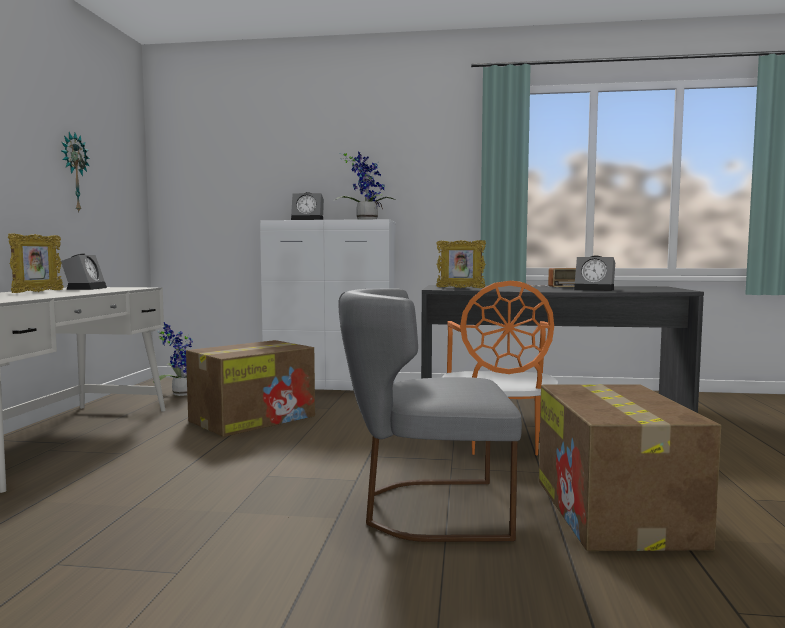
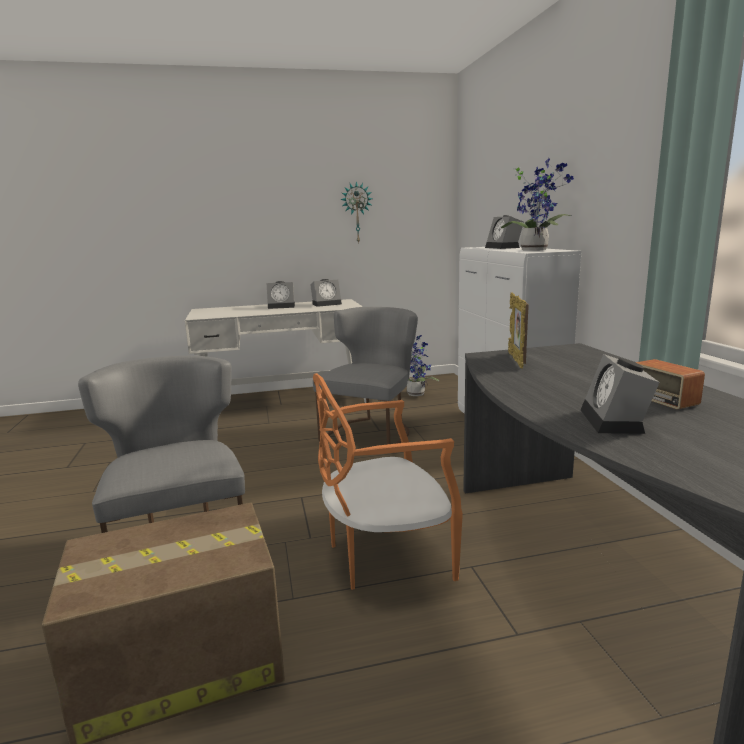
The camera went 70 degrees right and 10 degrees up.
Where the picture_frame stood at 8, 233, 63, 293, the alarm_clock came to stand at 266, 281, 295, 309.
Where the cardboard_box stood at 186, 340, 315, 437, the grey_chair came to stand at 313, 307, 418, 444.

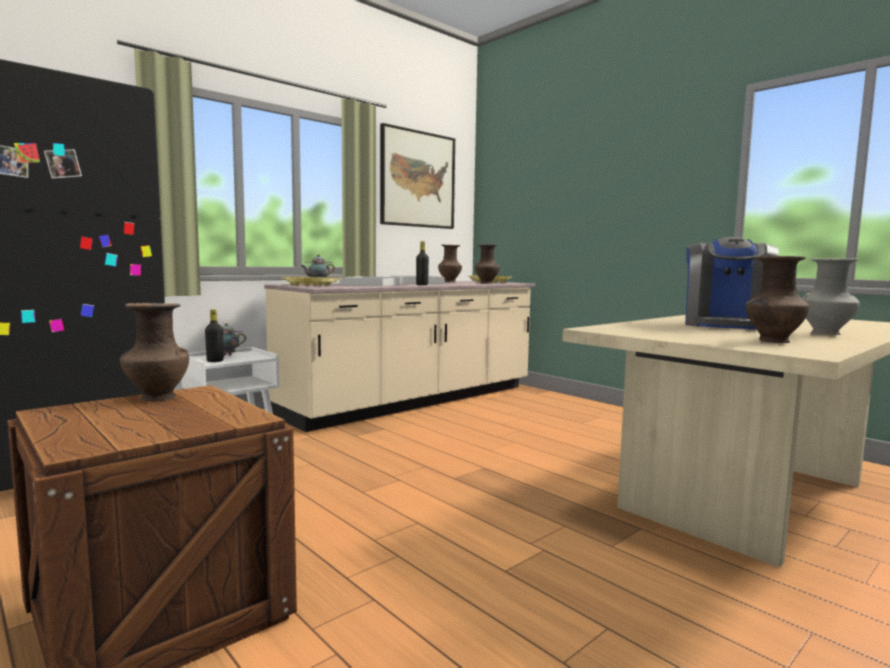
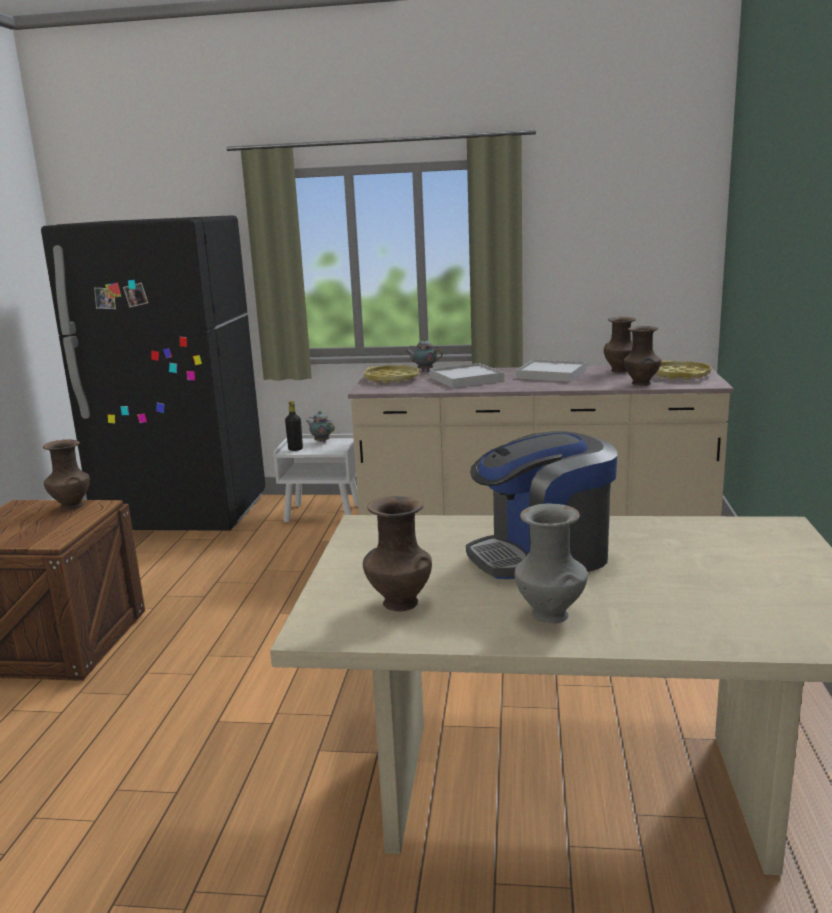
The camera went 50 degrees right and 10 degrees up.
The second view lost the picture at 380, 123, 455, 229.
The second view lost the black_bottle at 416, 241, 429, 285.

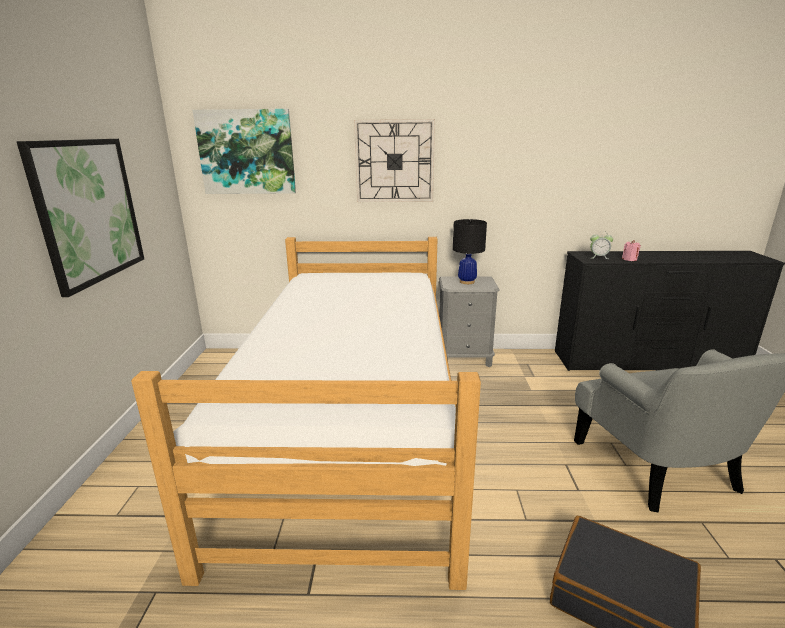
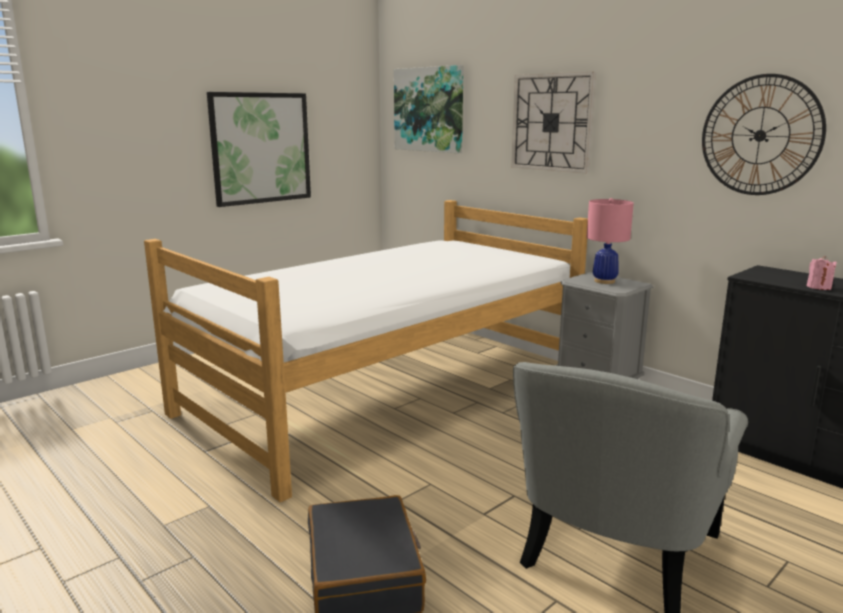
The camera went 45 degrees right and 5 degrees down.
What was the black_table_lamp at 453, 219, 487, 284 turned into the pink_table_lamp at 587, 198, 634, 284.
The second view lost the alarm_clock at 590, 232, 613, 259.
The second view gained the wall_clock at 702, 74, 826, 195.

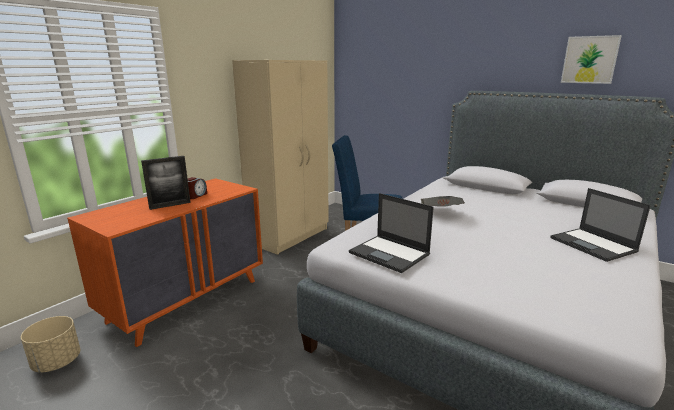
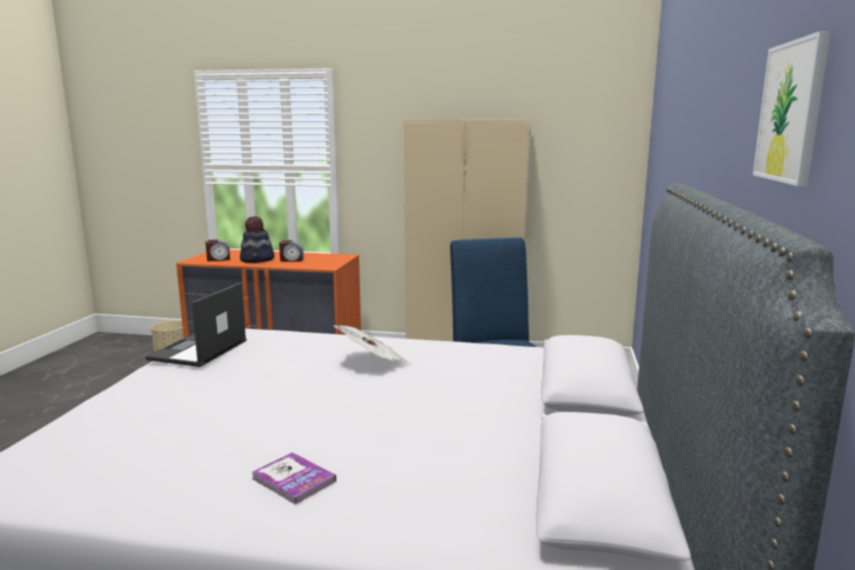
The camera went 65 degrees right and 5 degrees down.
Where the picture_frame stood at 141, 156, 191, 210, the hat came to stand at 240, 216, 274, 263.
Where the laptop stood at 550, 188, 651, 262, the book came to stand at 251, 452, 336, 504.
The second view gained the alarm_clock at 205, 240, 230, 261.

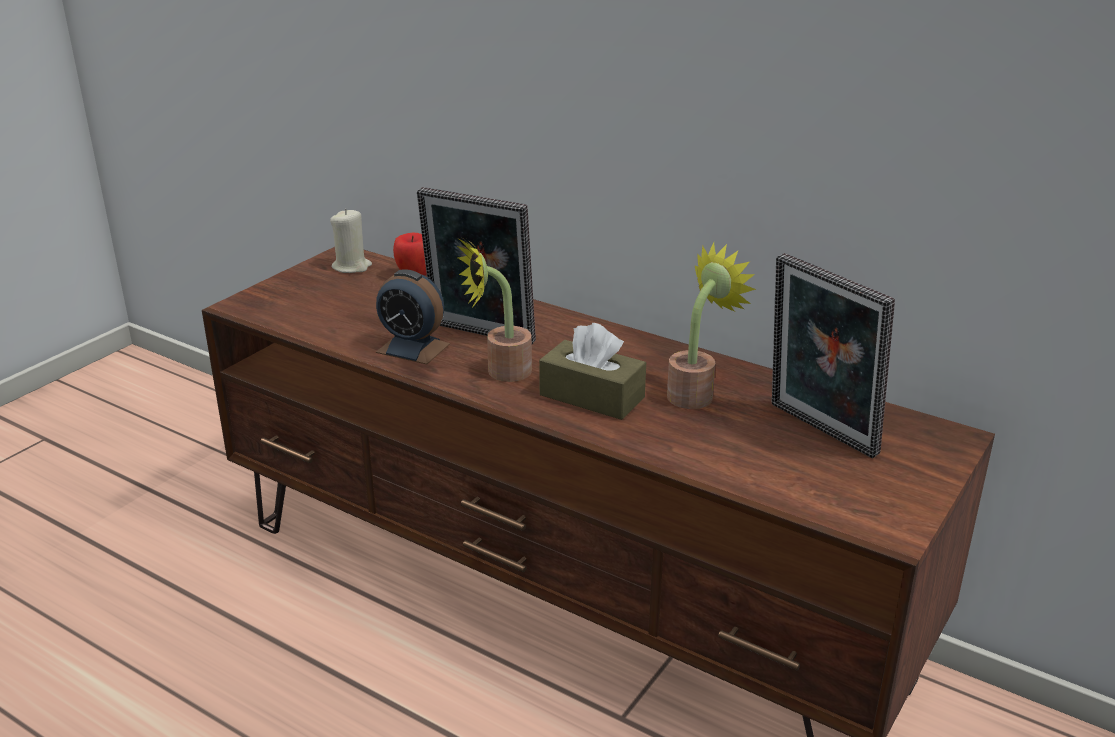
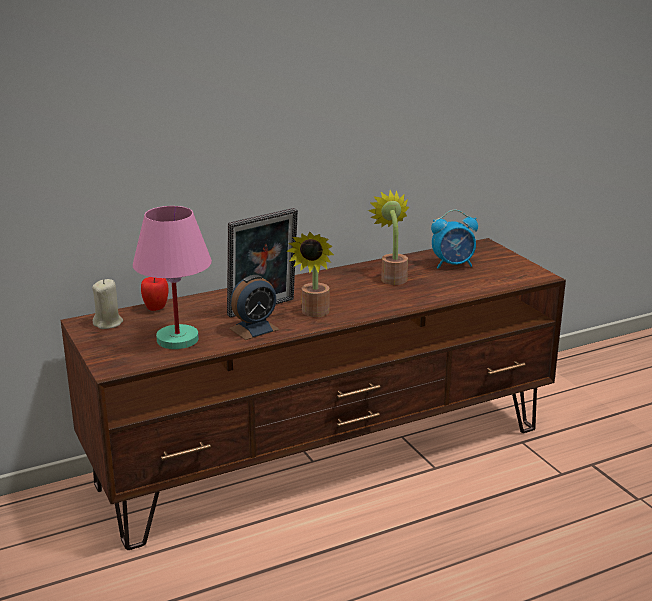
The camera went 60 degrees left and 5 degrees down.
Where the picture_frame stood at 772, 253, 895, 458, the alarm_clock came to stand at 431, 210, 478, 269.
The second view lost the brown_tissue_box at 539, 323, 646, 420.
The second view gained the pink_table_lamp at 133, 206, 212, 349.

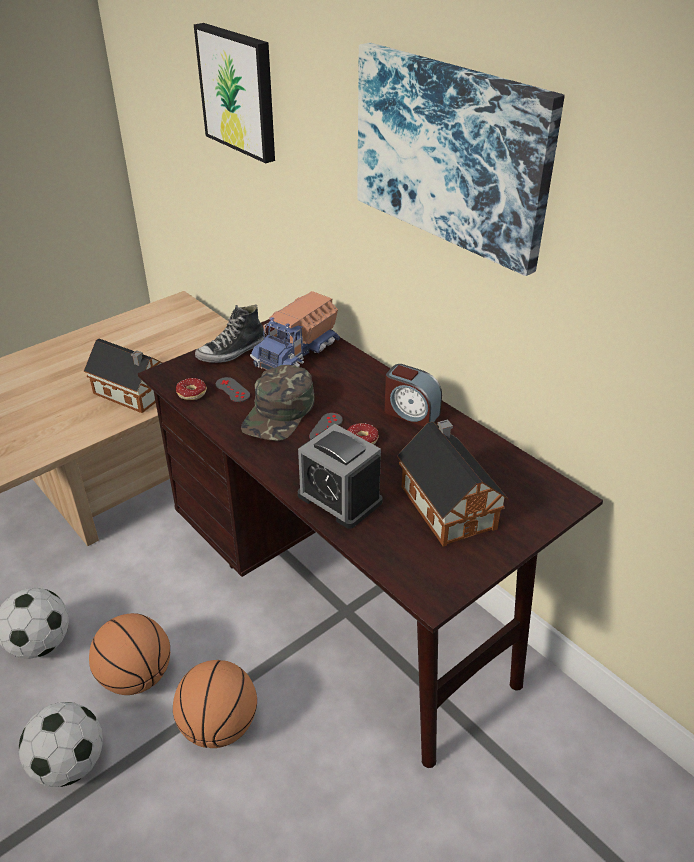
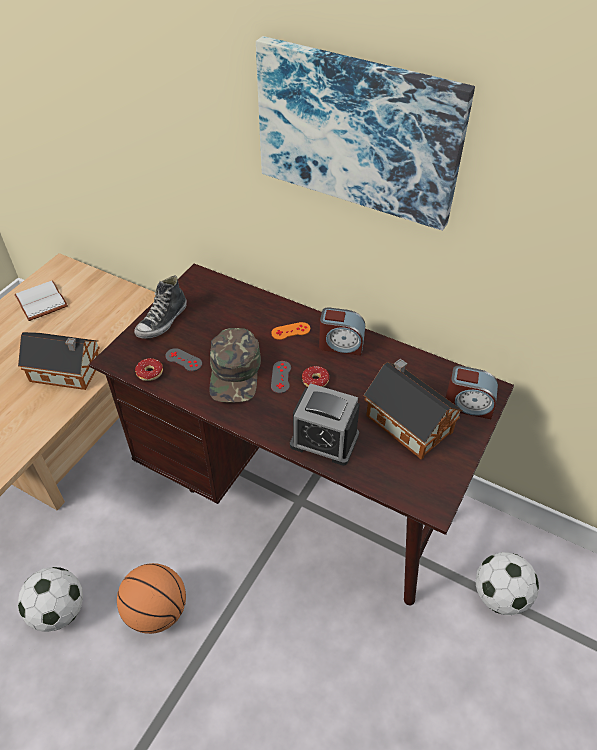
The camera went 20 degrees left and 10 degrees up.
The second view lost the picture at 194, 23, 275, 163.
The second view lost the toy_truck at 250, 291, 340, 370.
The second view lost the basketball at 173, 660, 257, 748.
The football ended up elsewhere, having gone from 19, 702, 103, 787 to 476, 552, 539, 615.
The second view gained the white_book at 14, 280, 68, 321.
The second view gained the orange_game_controller at 271, 322, 310, 340.
The second view gained the alarm_clock at 446, 366, 498, 419.

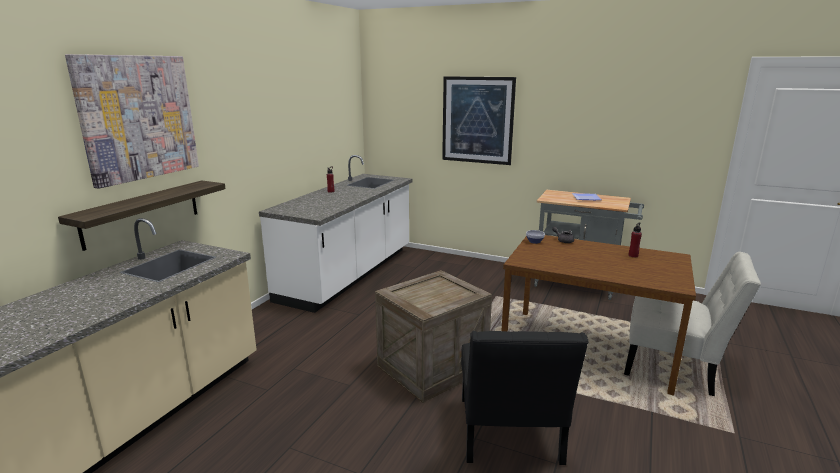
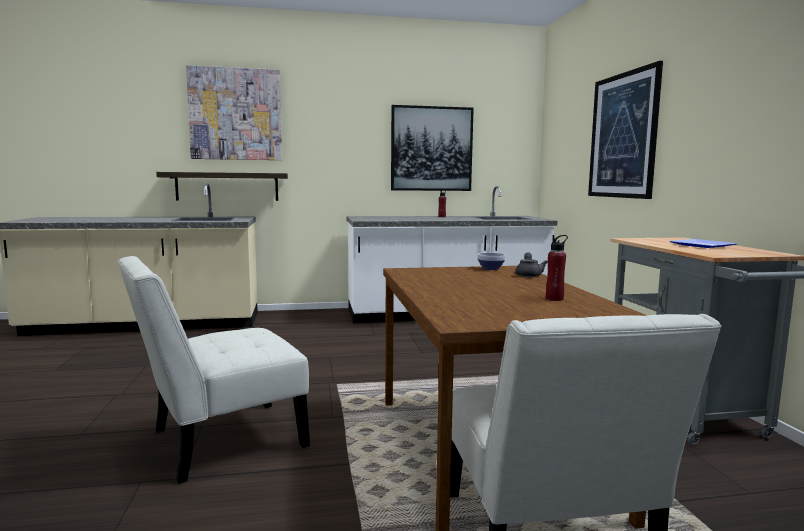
The camera went 55 degrees right and 10 degrees down.
The second view lost the crate at 375, 270, 492, 403.
What was the black_chair at 461, 331, 589, 465 turned into the white_chair at 118, 256, 310, 484.
The second view gained the picture at 391, 105, 474, 191.

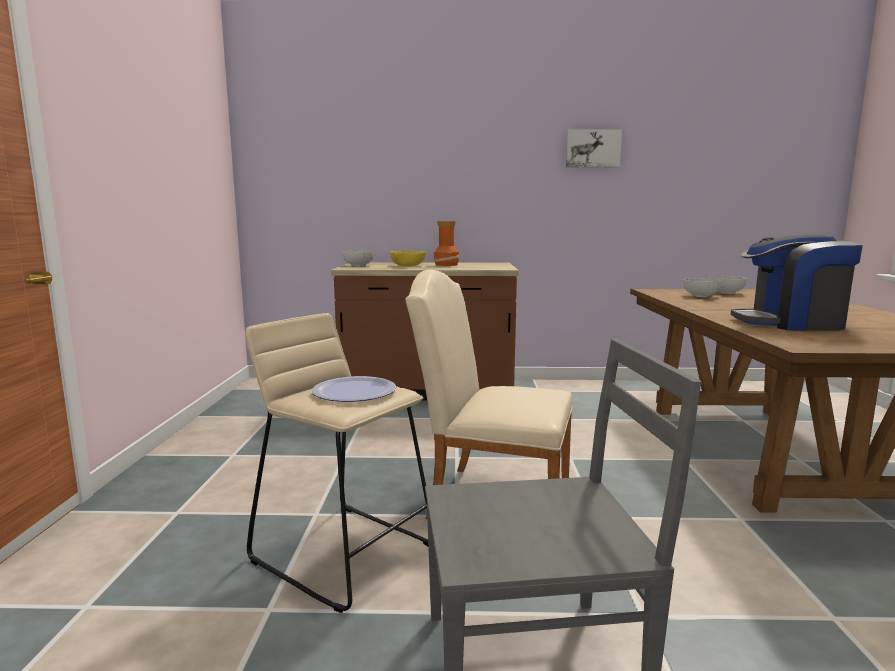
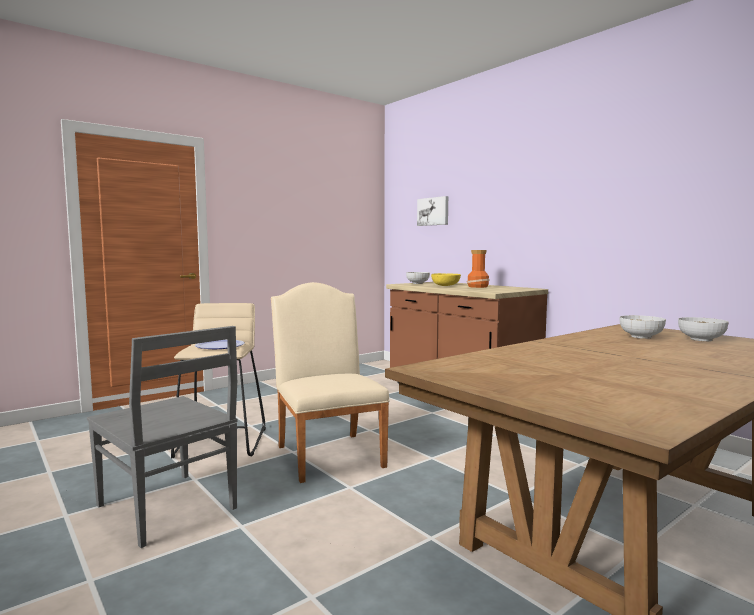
The camera went 50 degrees right and 5 degrees down.
The picture ended up elsewhere, having gone from 566, 129, 622, 168 to 417, 196, 448, 226.
The second view lost the coffee_machine at 731, 234, 863, 331.

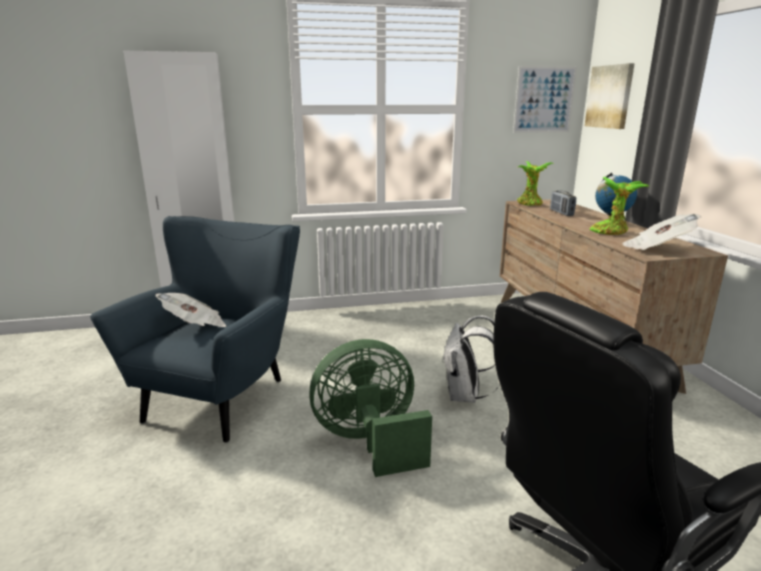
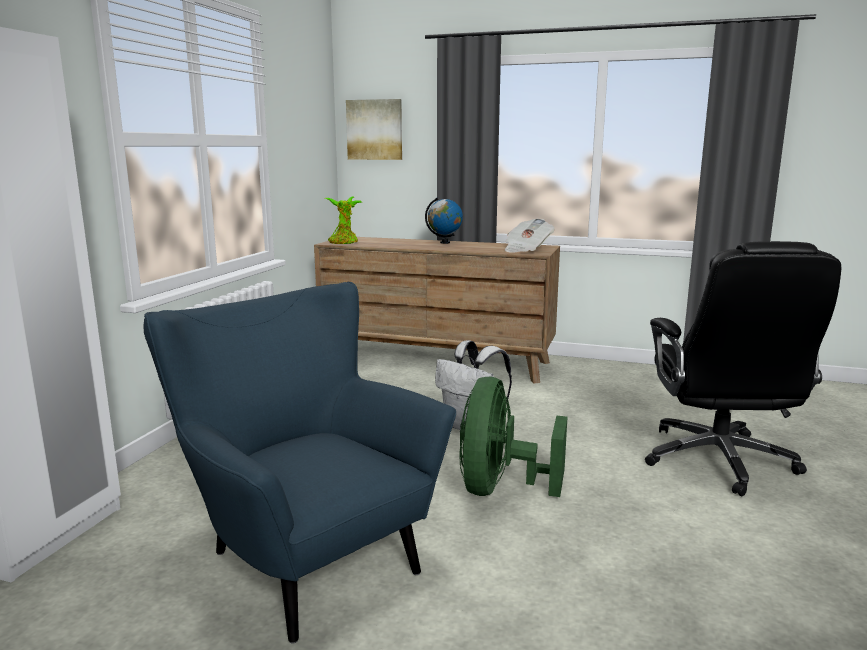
The camera went 60 degrees left and 5 degrees down.
The second view lost the picture at 513, 66, 577, 133.
The second view lost the potted_plant at 590, 177, 649, 235.
The second view lost the radio at 550, 190, 576, 216.
The second view lost the newspaper at 155, 293, 226, 327.

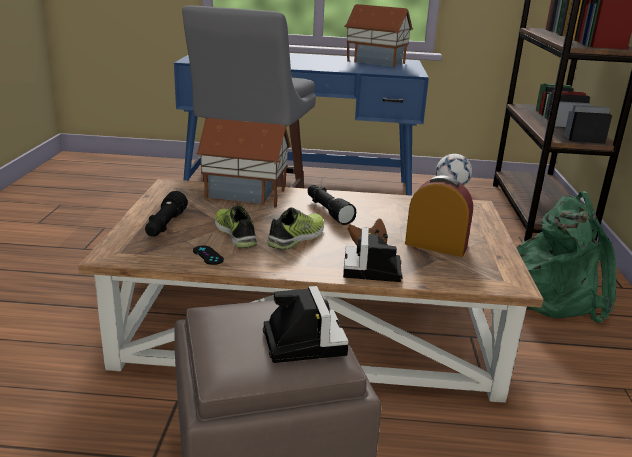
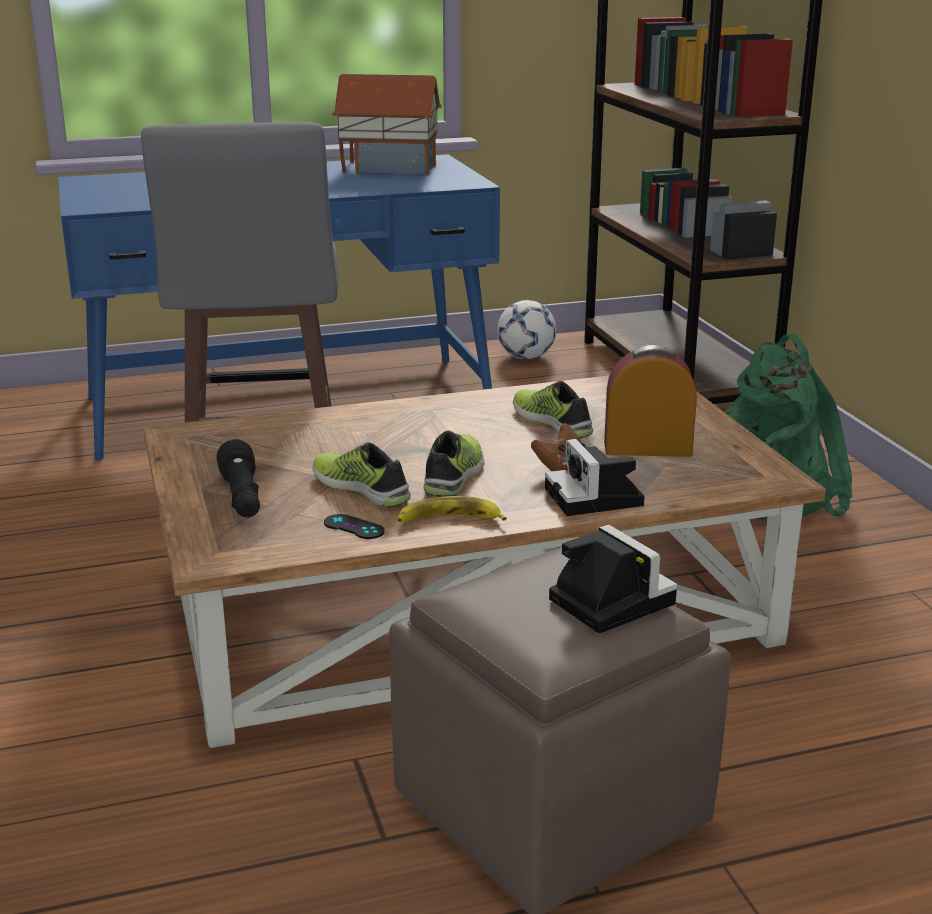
The camera went 20 degrees left and 0 degrees up.
The second view lost the toy_house at 196, 118, 292, 207.
The second view lost the black_flashlight at 308, 185, 356, 225.
The second view gained the shoe at 513, 381, 593, 438.
The second view gained the banana at 397, 496, 507, 522.

